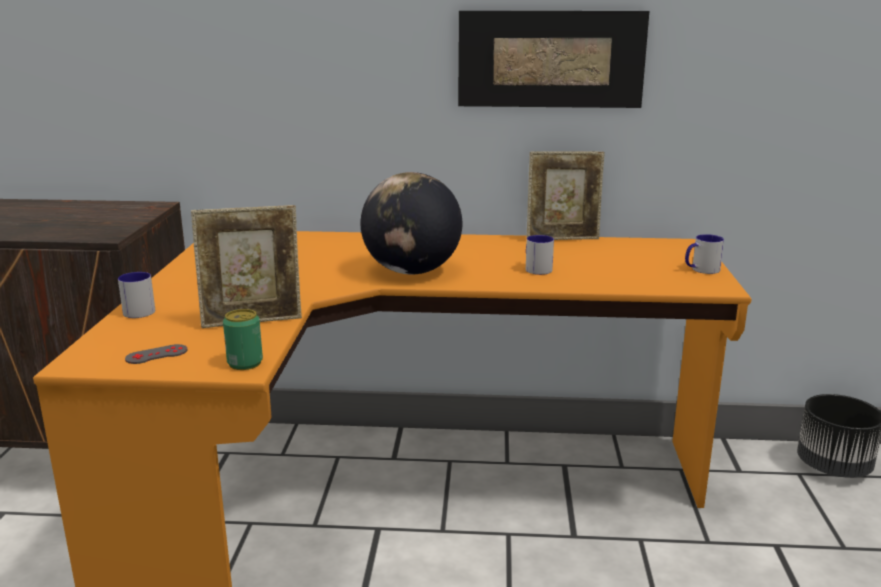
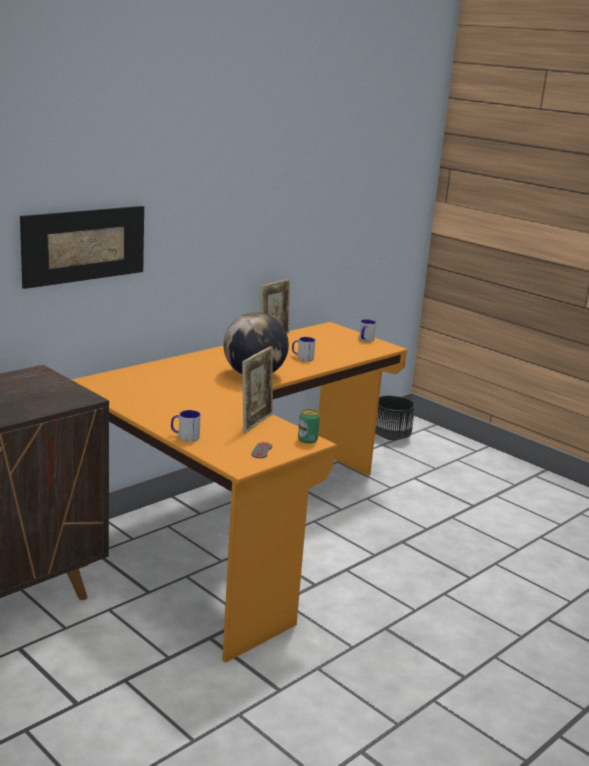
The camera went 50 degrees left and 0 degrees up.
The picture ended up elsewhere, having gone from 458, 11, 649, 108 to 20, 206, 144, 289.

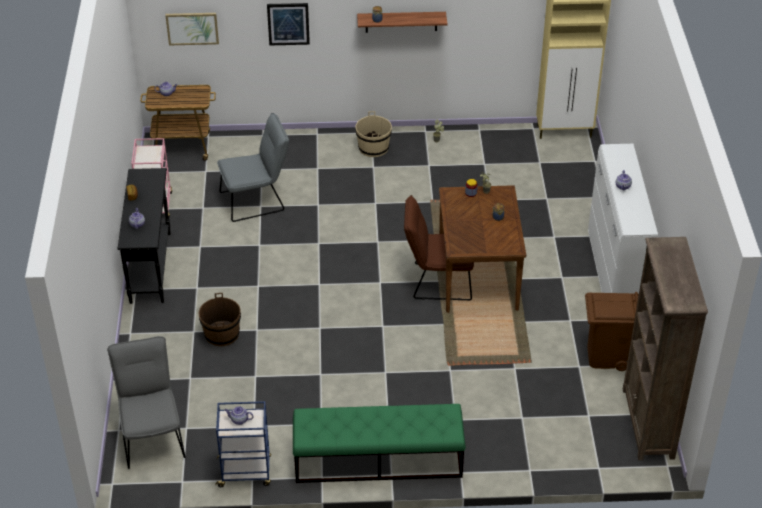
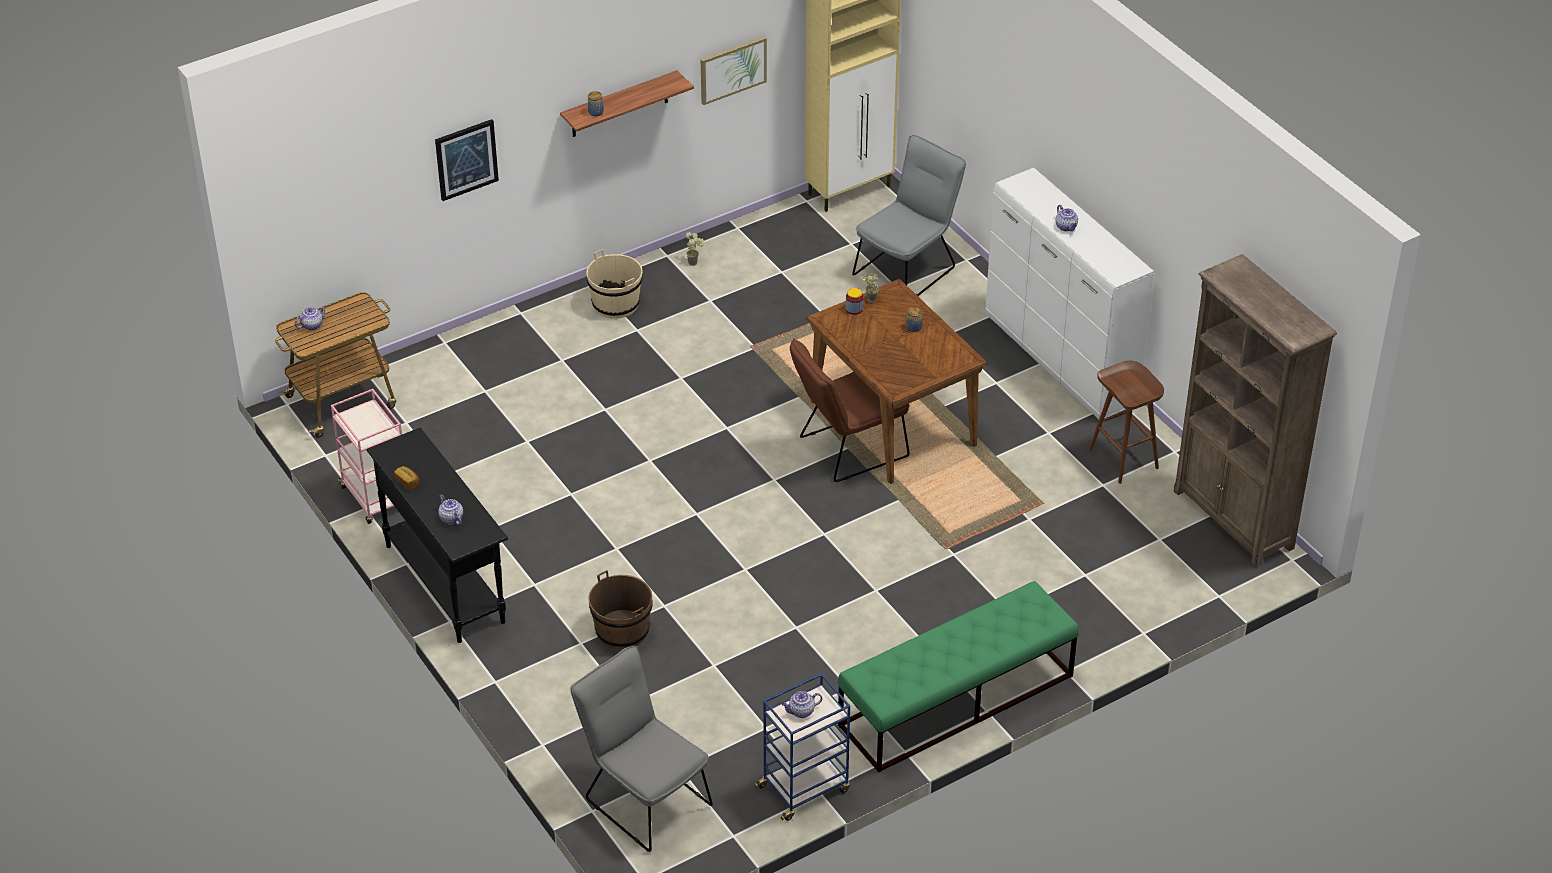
The camera went 30 degrees left and 0 degrees up.
The picture ended up elsewhere, having gone from 165, 13, 219, 45 to 701, 36, 767, 105.
The grey_chair ended up elsewhere, having gone from 217, 113, 289, 222 to 852, 135, 966, 296.
Where the brown_trash_can stood at 585, 292, 639, 371, the brown_stool came to stand at 1089, 361, 1164, 484.

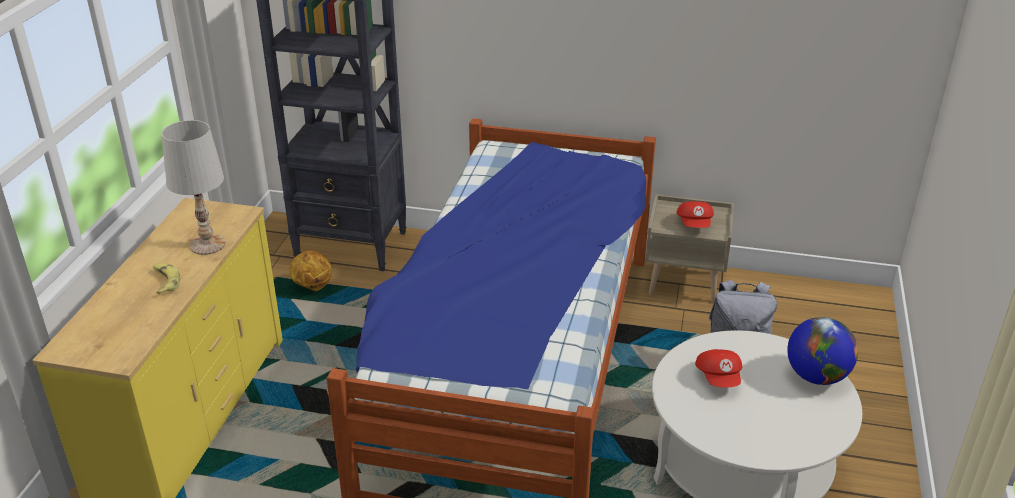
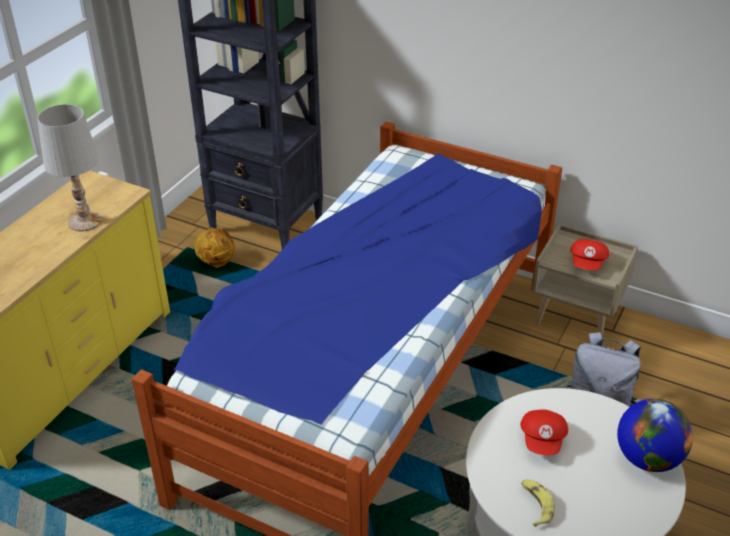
The camera went 15 degrees right and 5 degrees up.
The banana ended up elsewhere, having gone from 153, 263, 180, 294 to 521, 480, 555, 527.

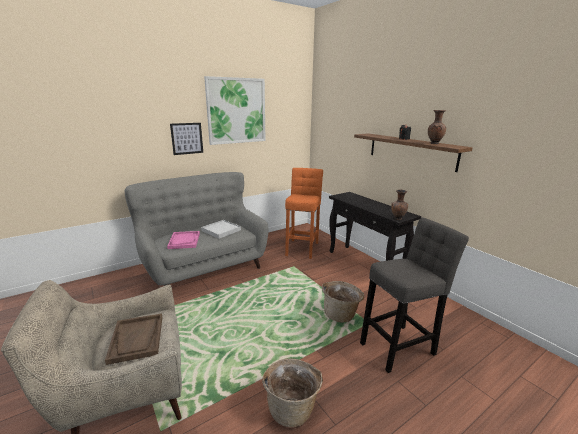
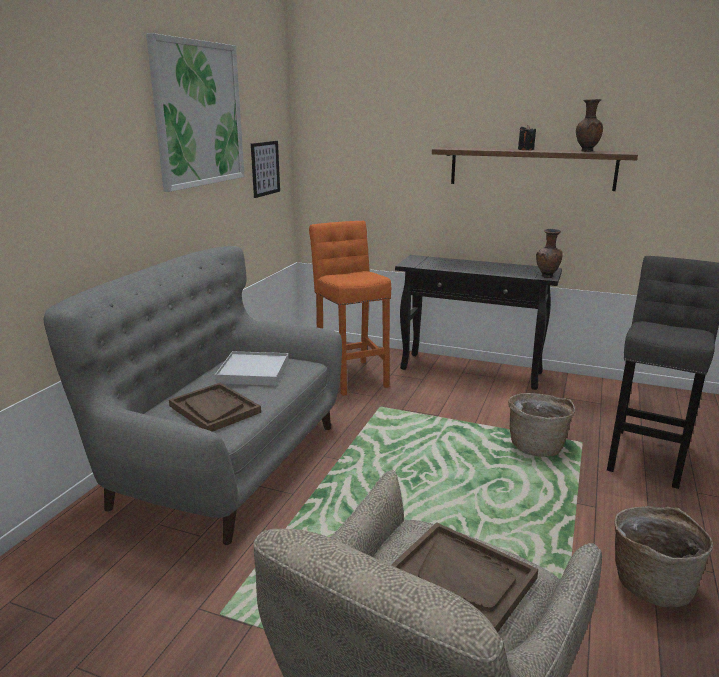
The camera went 35 degrees left and 0 degrees up.
The picture ended up elsewhere, having gone from 170, 123, 203, 155 to 251, 141, 280, 198.
What was the pink_tray at 167, 231, 200, 249 turned into the brown_tray at 169, 383, 261, 432.

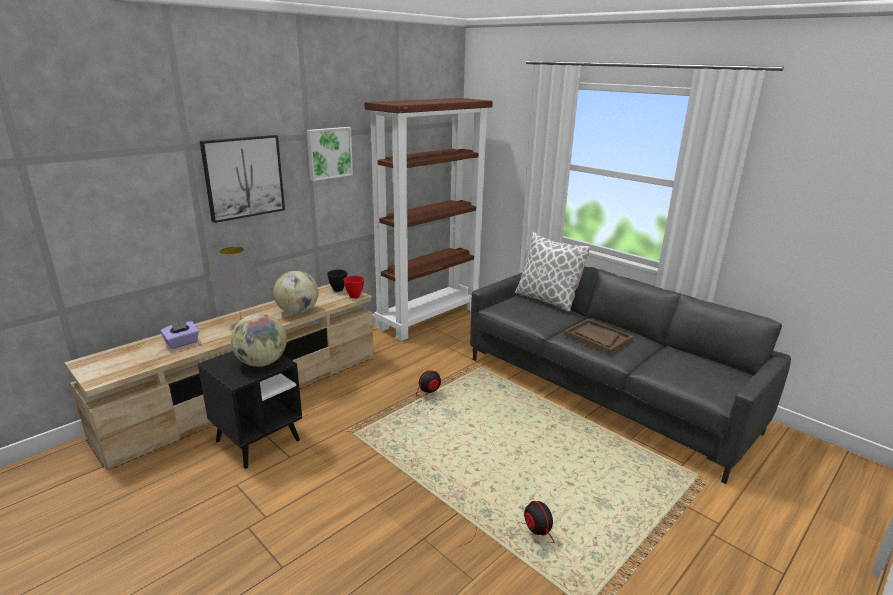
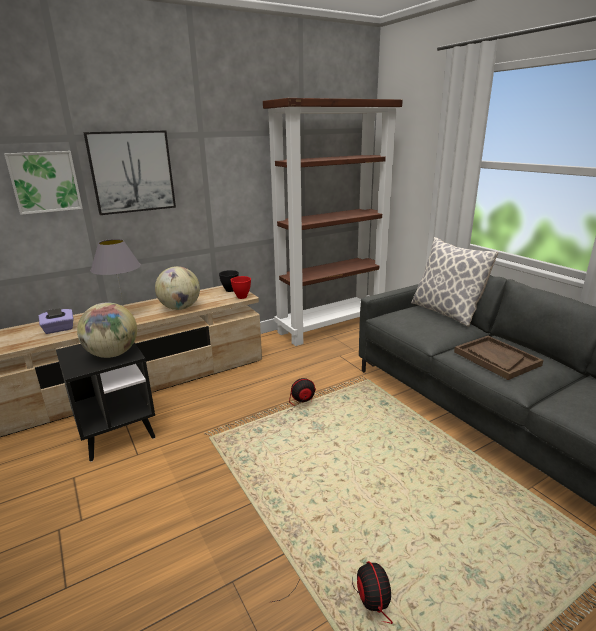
The camera went 15 degrees right and 0 degrees up.
The picture ended up elsewhere, having gone from 306, 127, 353, 181 to 4, 151, 83, 215.

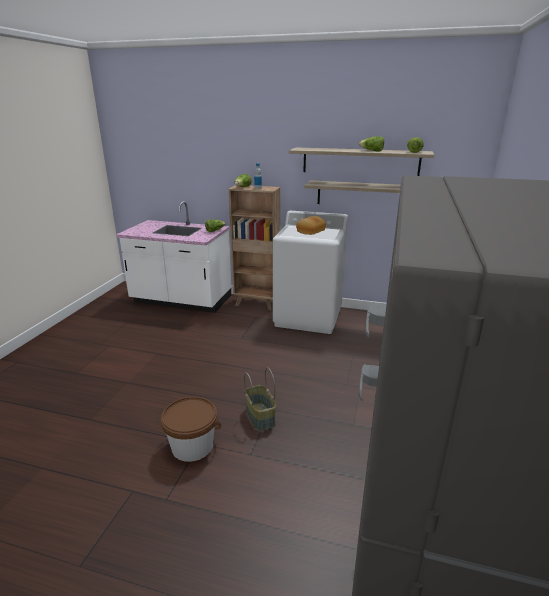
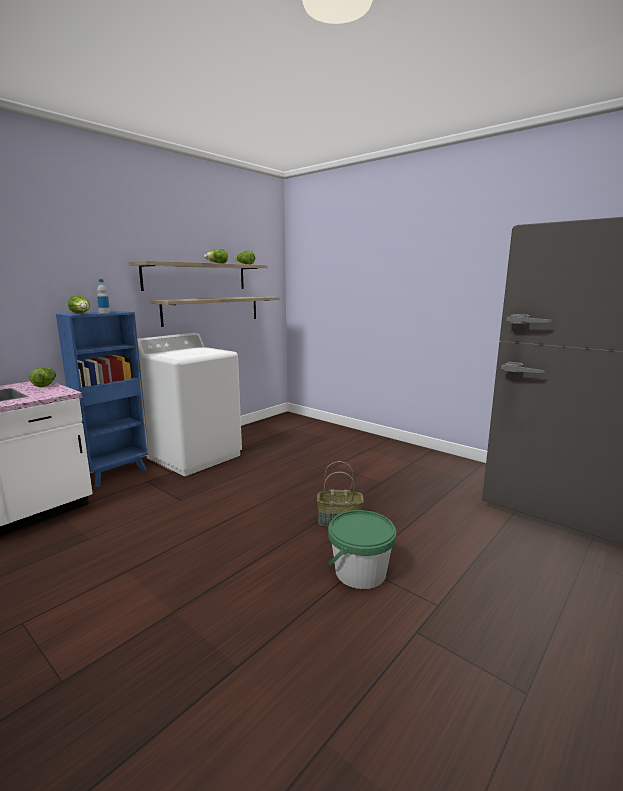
The camera went 65 degrees left and 10 degrees down.
What was the brown_bookcase at 229, 185, 280, 310 turned into the blue_bookcase at 56, 311, 149, 487.
The second view lost the bread at 296, 216, 326, 235.
What was the brown_bucket at 161, 397, 221, 462 turned into the green_bucket at 328, 510, 396, 589.

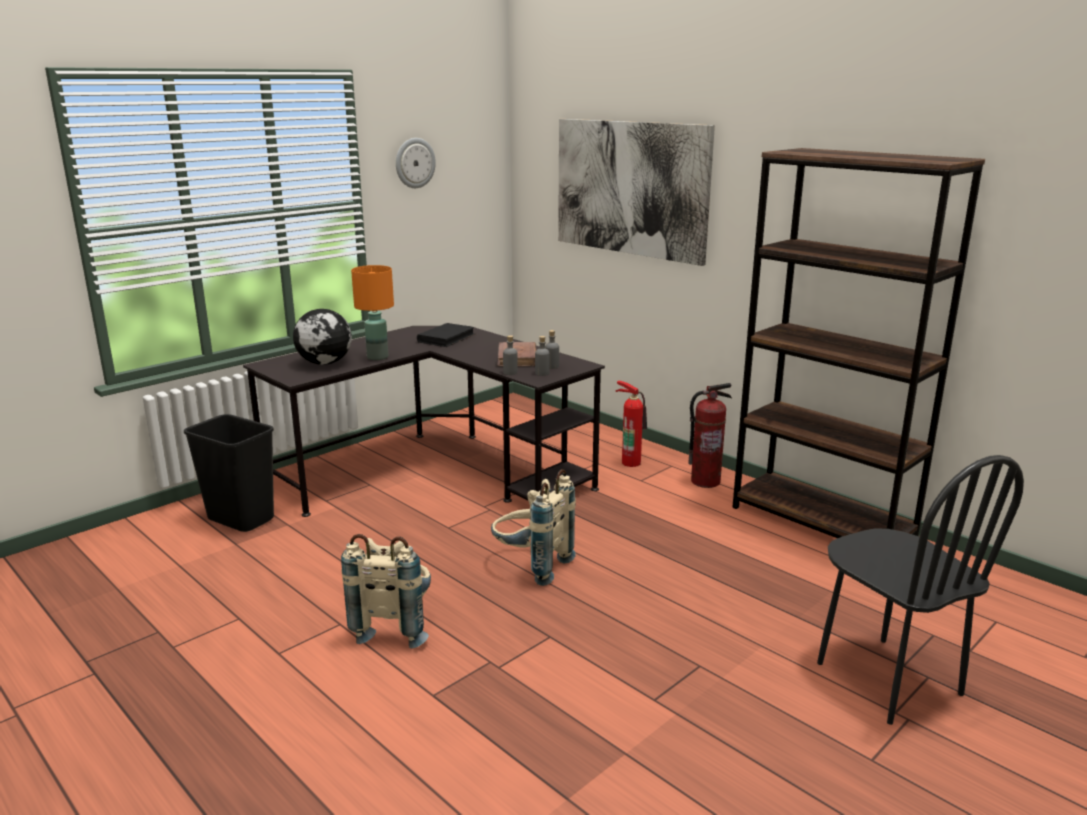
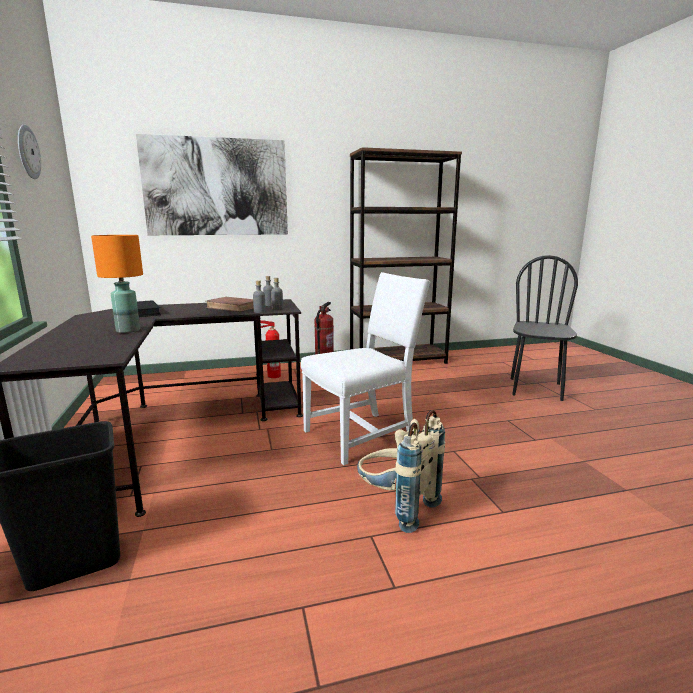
The camera went 60 degrees left and 5 degrees down.
The second view lost the globe at 293, 309, 352, 365.
The black_chair at 817, 455, 1024, 725 ended up facing another way, 75 degrees counterclockwise from before.
Where the beige_backpack stood at 491, 469, 576, 586, the white_chair came to stand at 301, 272, 430, 465.

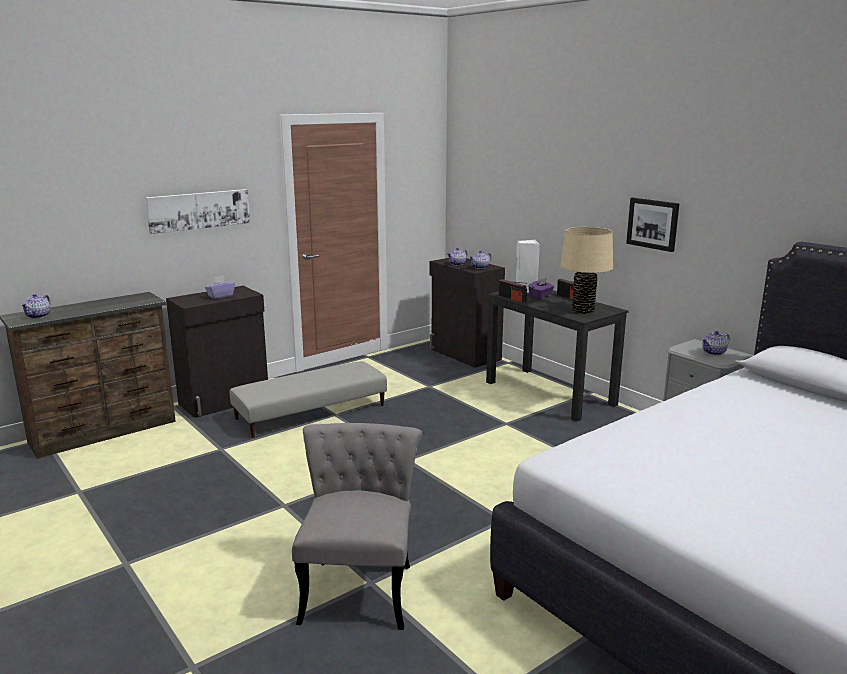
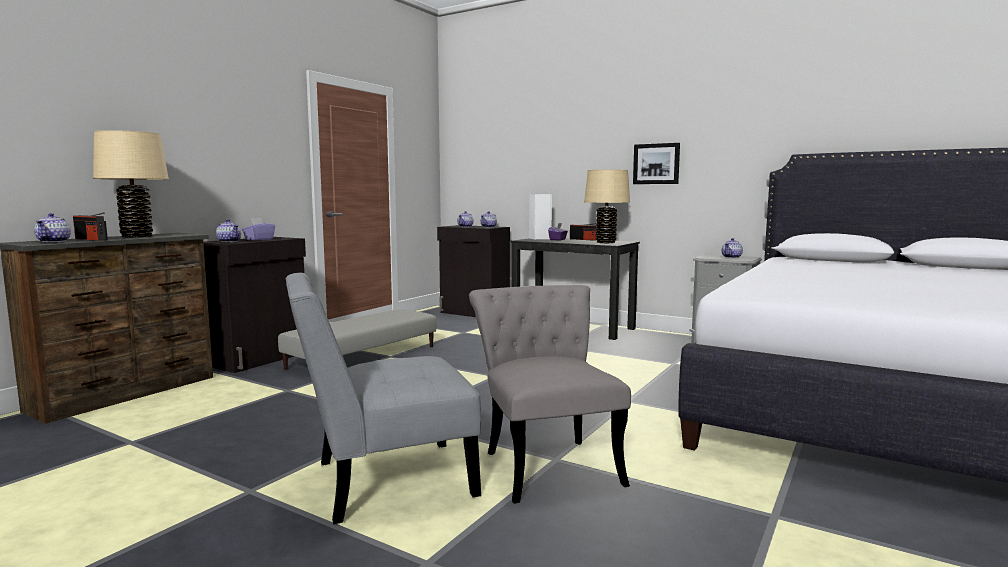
The camera went 20 degrees left and 10 degrees down.
The second view lost the picture at 145, 189, 250, 234.
The radio ended up elsewhere, having gone from 499, 279, 527, 303 to 73, 213, 108, 241.
The second view gained the beige_table_lamp at 93, 130, 169, 237.
The second view gained the teapot at 216, 219, 241, 242.
The second view gained the grey_chair at 286, 273, 481, 524.

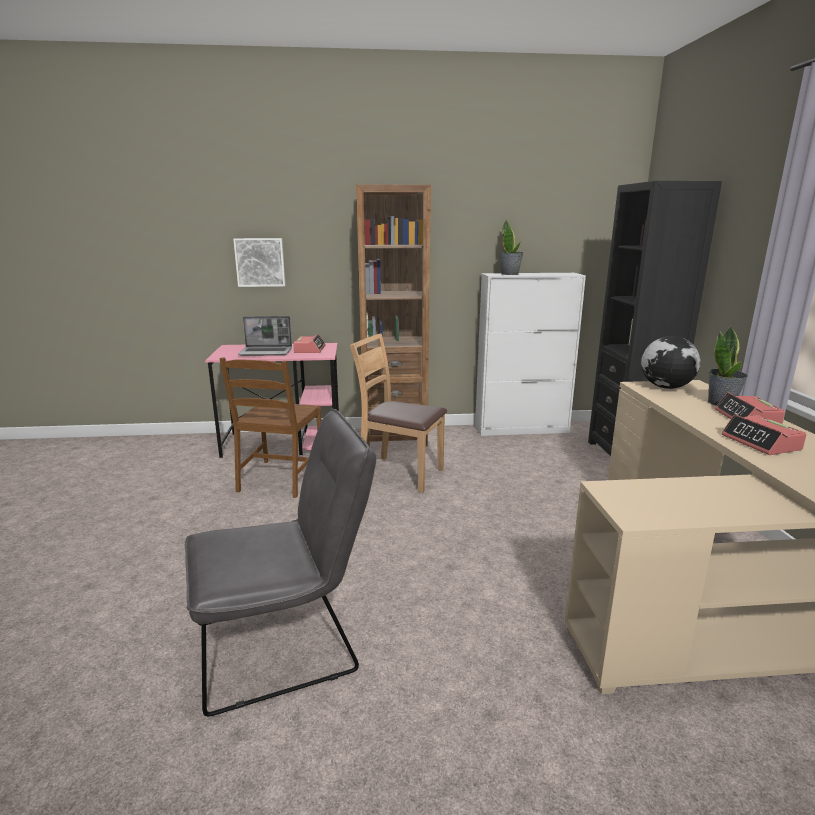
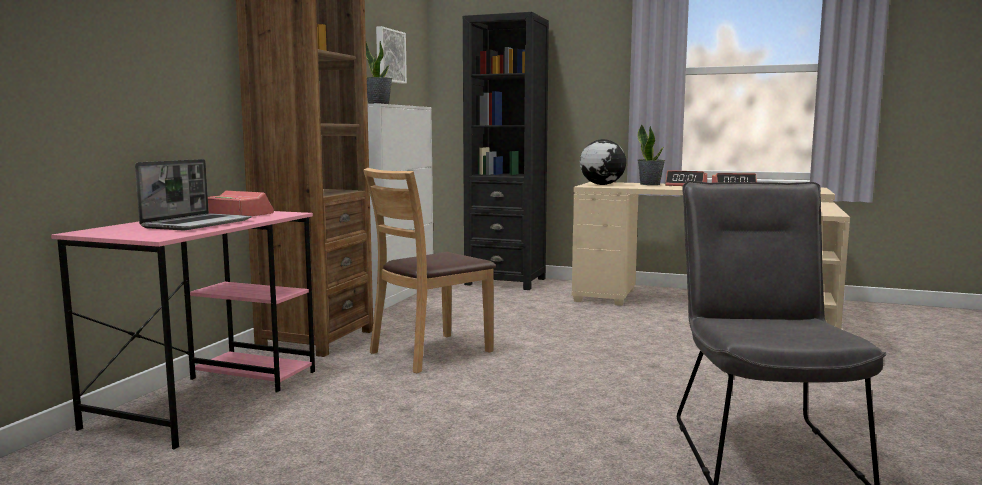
The camera went 65 degrees left and 10 degrees down.
The picture ended up elsewhere, having gone from 233, 238, 286, 287 to 376, 26, 407, 84.
The second view lost the brown_chair at 219, 358, 321, 498.

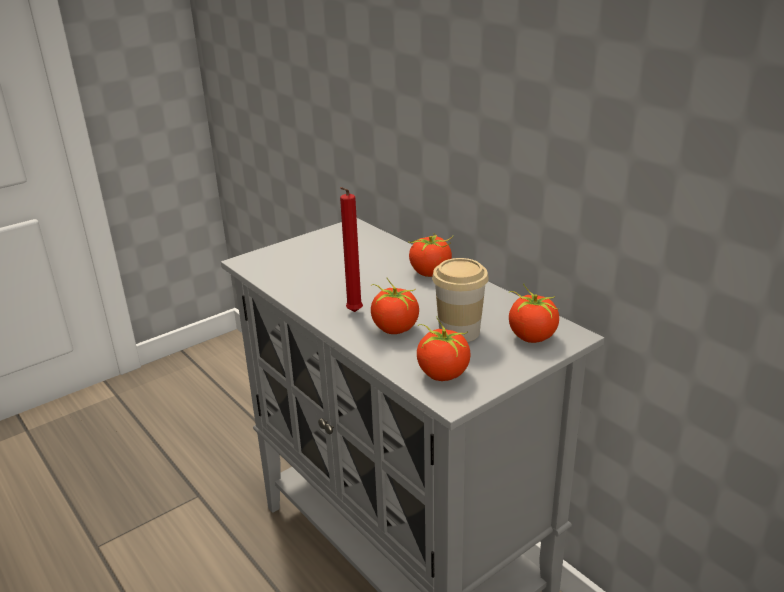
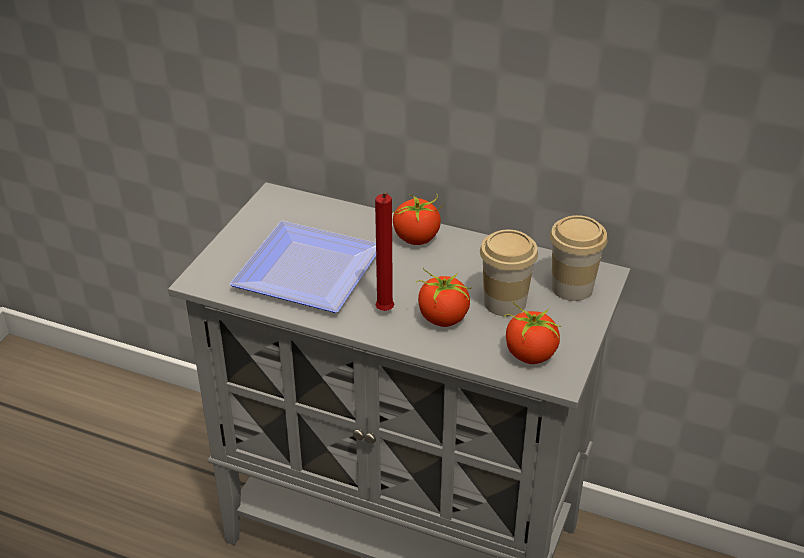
The camera went 30 degrees left and 10 degrees up.
Where the tomato stood at 509, 284, 559, 343, the cup came to stand at 550, 215, 607, 301.
The second view gained the plate at 229, 221, 376, 313.

